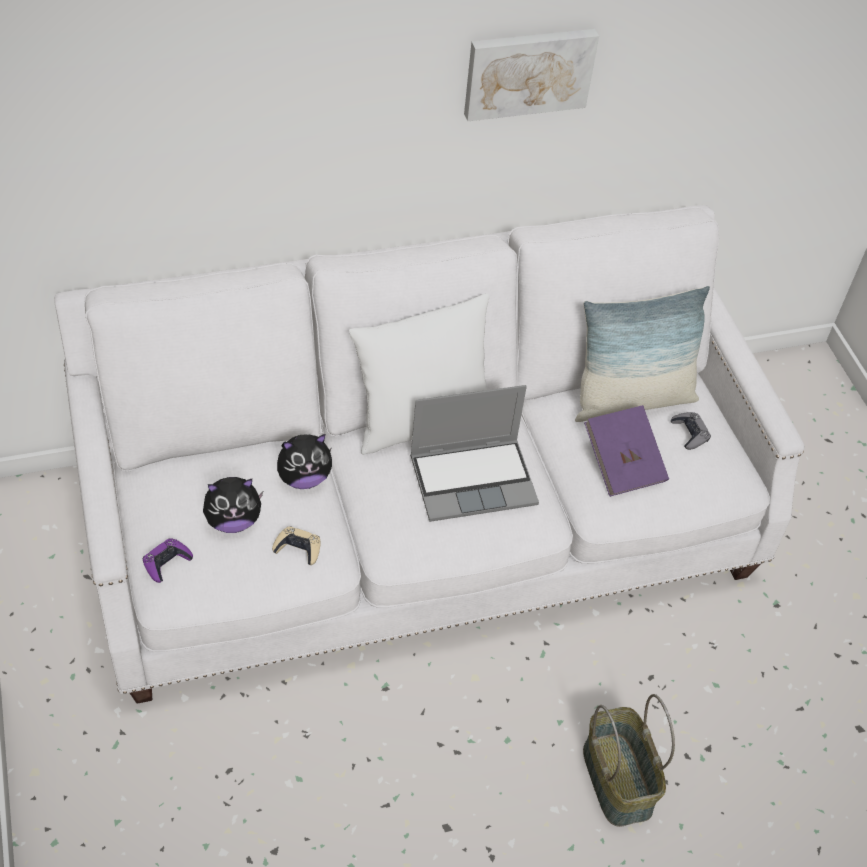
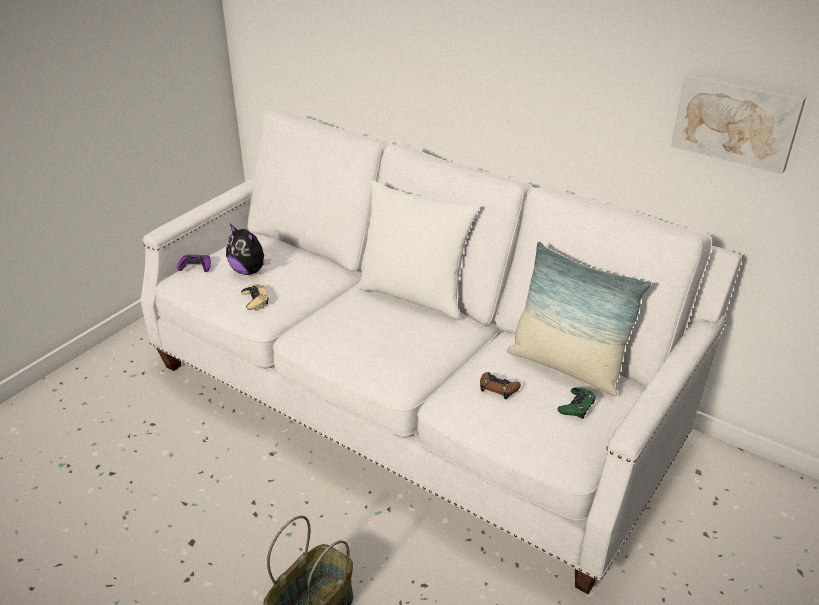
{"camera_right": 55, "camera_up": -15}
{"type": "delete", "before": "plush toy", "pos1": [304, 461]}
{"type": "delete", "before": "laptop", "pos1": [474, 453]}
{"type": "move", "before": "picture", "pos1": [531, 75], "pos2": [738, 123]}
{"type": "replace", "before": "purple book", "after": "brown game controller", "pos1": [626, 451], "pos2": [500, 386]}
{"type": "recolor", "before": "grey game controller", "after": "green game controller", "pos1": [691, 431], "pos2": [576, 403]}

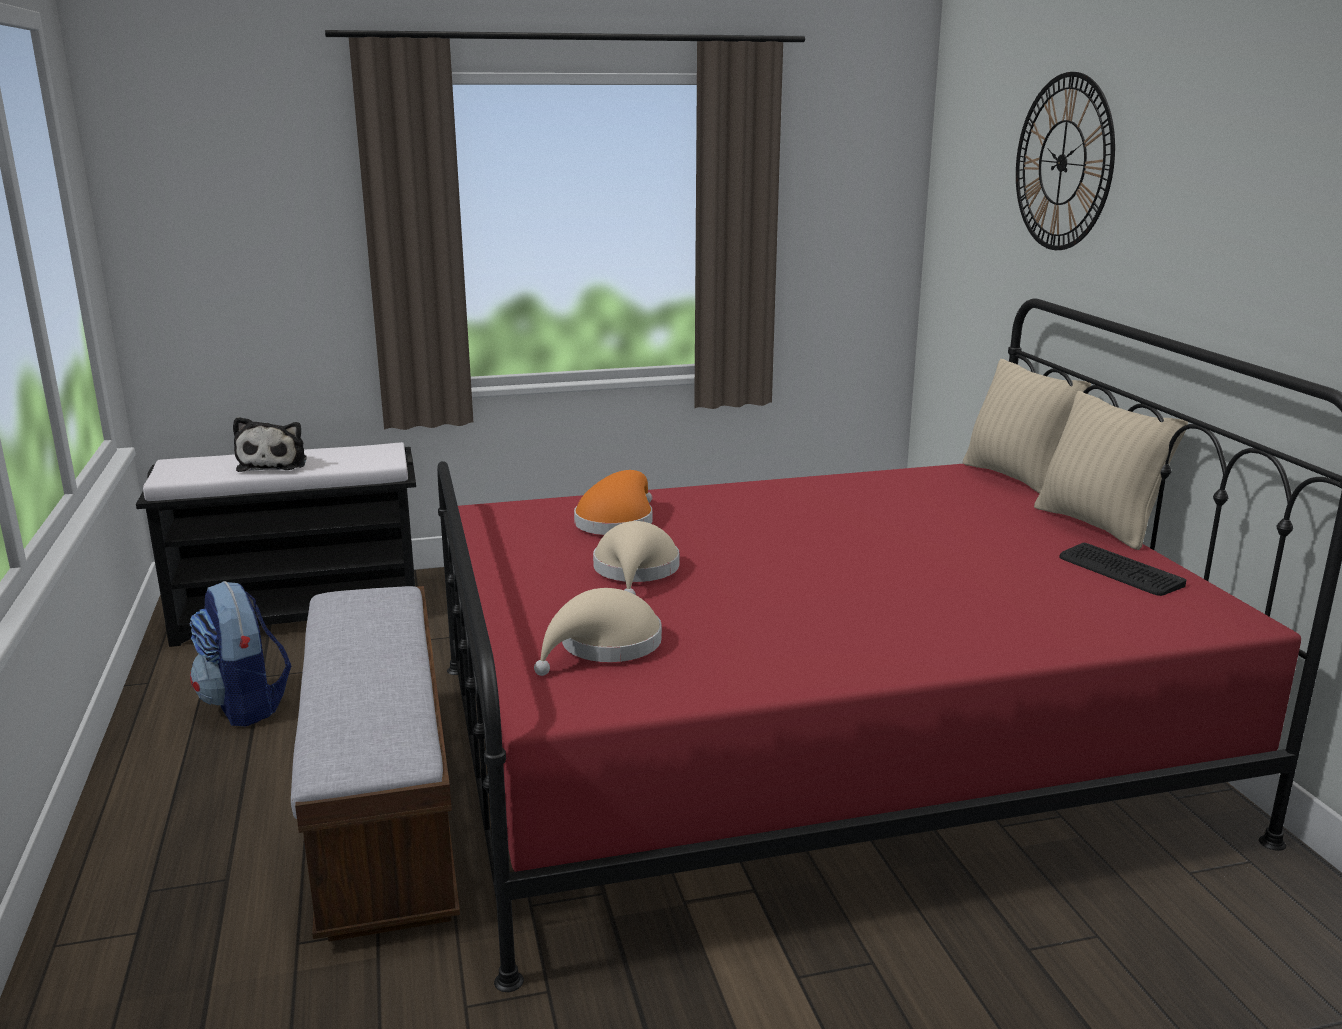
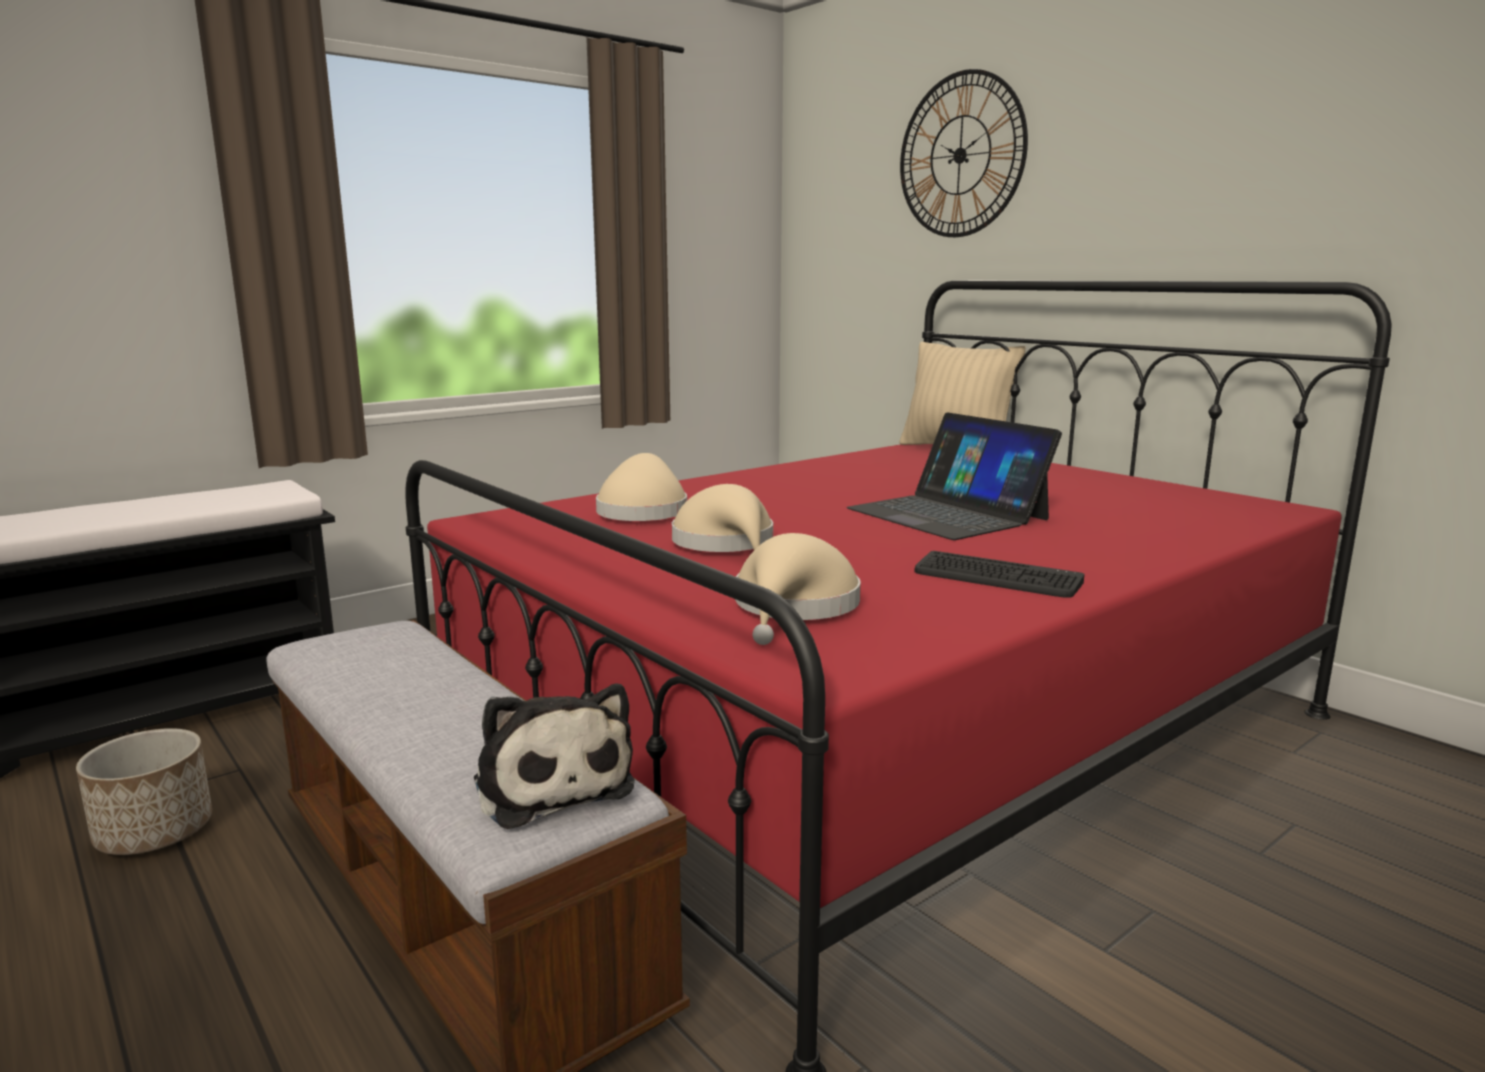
{"camera_right": -25, "camera_up": -5}
{"type": "delete", "before": "beige pillow", "pos1": [1111, 470]}
{"type": "insert", "after": "laptop", "pos2": [954, 476]}
{"type": "move", "before": "plush toy", "pos1": [270, 444], "pos2": [554, 756]}
{"type": "move", "before": "keyboard", "pos1": [1122, 569], "pos2": [999, 574]}
{"type": "replace", "before": "backpack", "after": "planter", "pos1": [240, 653], "pos2": [144, 791]}
{"type": "recolor", "before": "orange hat", "after": "beige hat", "pos1": [613, 502], "pos2": [641, 487]}

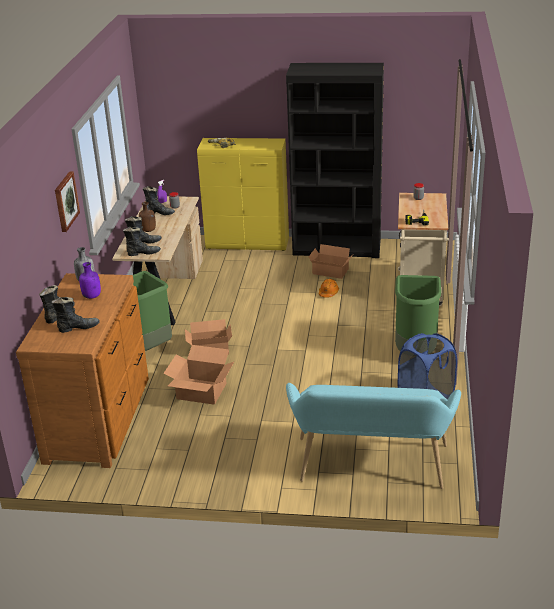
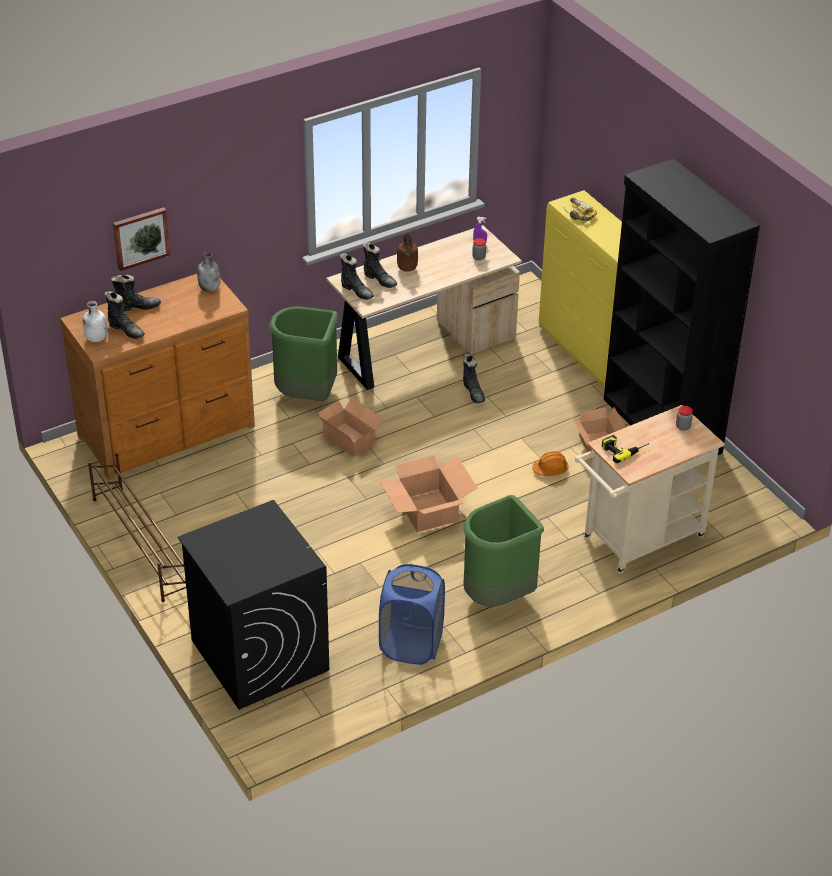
{"camera_right": 50, "camera_up": 10}
{"type": "delete", "before": "purple bottle", "pos1": [90, 280]}
{"type": "insert", "after": "white bottle", "pos2": [95, 321]}
{"type": "insert", "after": "brown shoe rack", "pos2": [137, 527]}
{"type": "move", "before": "picture", "pos1": [67, 201], "pos2": [141, 239]}
{"type": "move", "before": "black boot", "pos1": [159, 200], "pos2": [474, 378]}
{"type": "move", "before": "cardboard box", "pos1": [198, 375], "pos2": [428, 493]}
{"type": "replace", "before": "turquoise bench", "after": "black washing machine", "pos1": [373, 436], "pos2": [253, 605]}

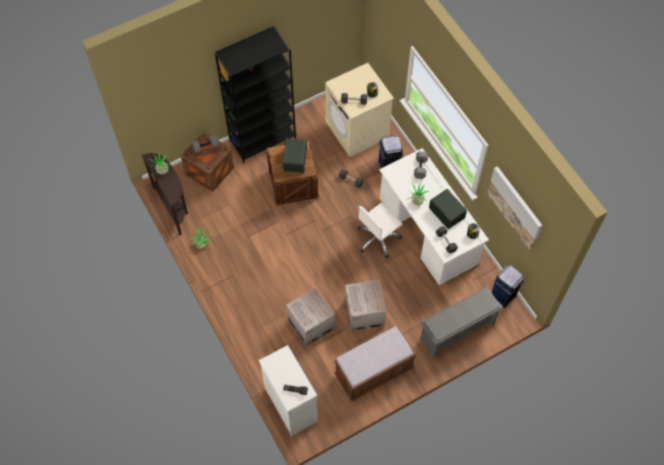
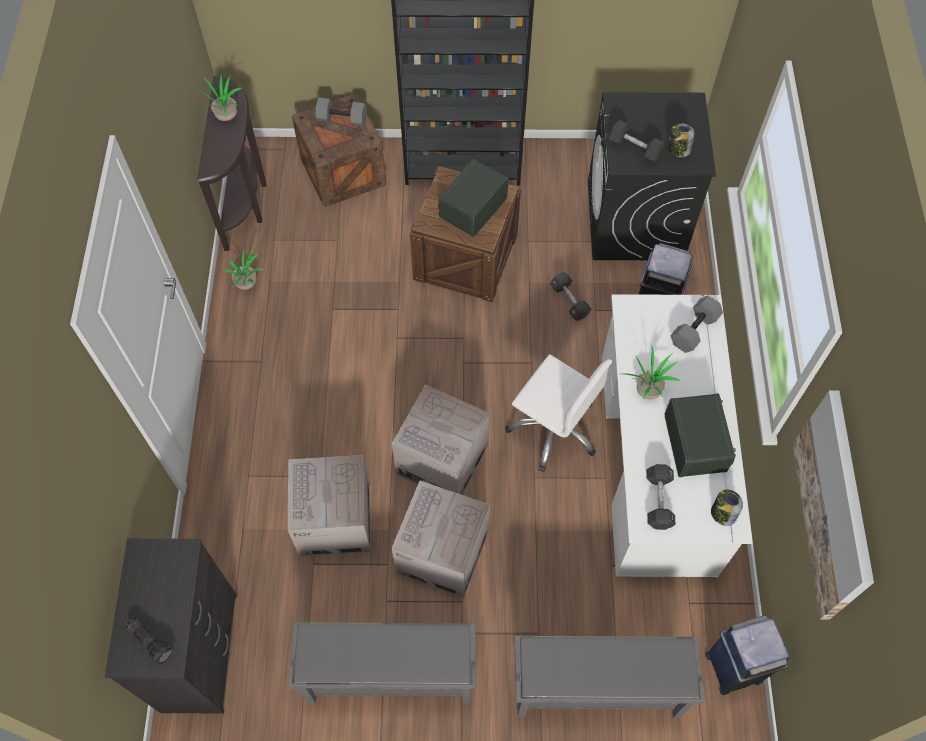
{"camera_right": 30, "camera_up": 0}
{"type": "insert", "after": "cardboard box", "pos2": [441, 440]}
{"type": "replace", "before": "brown bench", "after": "grey shoe rack", "pos1": [375, 364], "pos2": [381, 663]}
{"type": "recolor", "before": "white dresser", "after": "black dresser", "pos1": [288, 390], "pos2": [171, 626]}
{"type": "recolor", "before": "beige washing machine", "after": "black washing machine", "pos1": [359, 110], "pos2": [652, 176]}
{"type": "rotate", "before": "white office chair", "pos1": [380, 230], "pos2": [559, 413], "turn": -135}

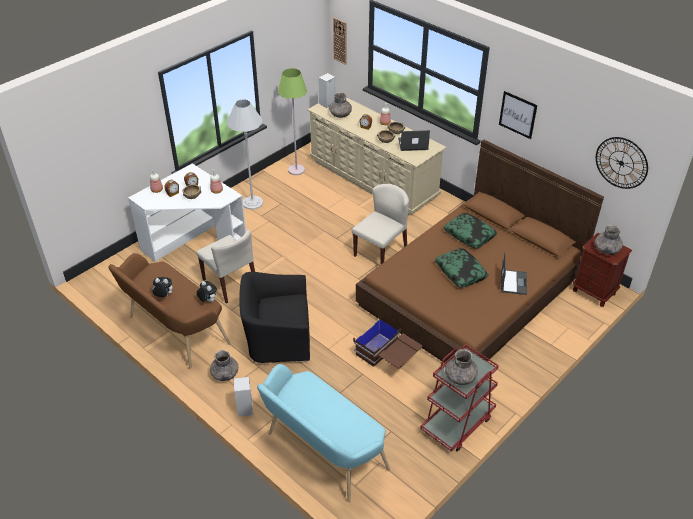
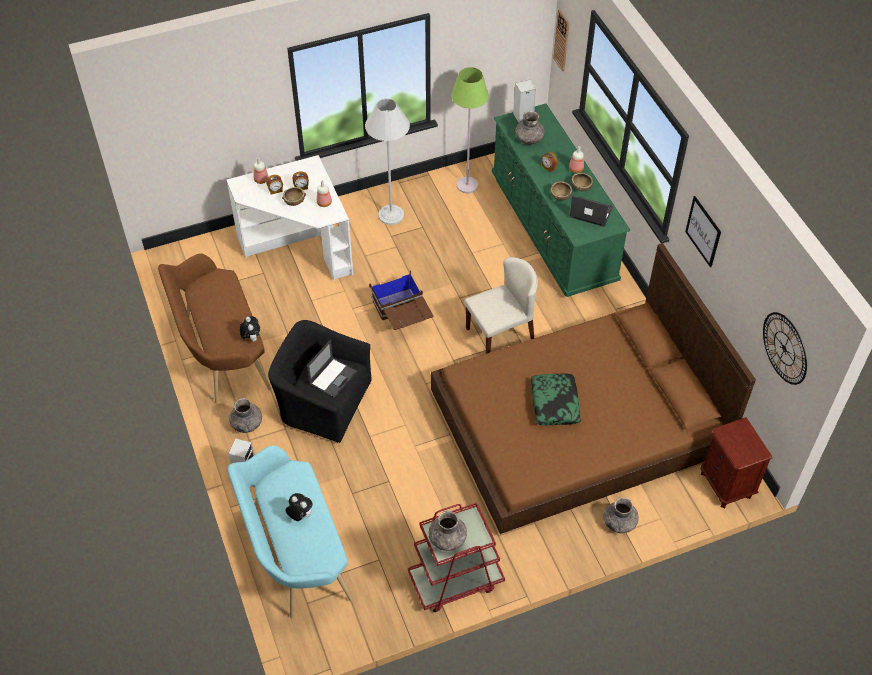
{"camera_right": 25, "camera_up": 10}
{"type": "delete", "before": "beige chair", "pos1": [226, 266]}
{"type": "delete", "before": "pillow", "pos1": [470, 230]}
{"type": "move", "before": "plush toy", "pos1": [162, 287], "pos2": [299, 507]}
{"type": "move", "before": "brown storage box", "pos1": [387, 343], "pos2": [401, 300]}
{"type": "move", "before": "laptop", "pos1": [514, 273], "pos2": [332, 368]}
{"type": "move", "before": "grey vase", "pos1": [609, 240], "pos2": [621, 515]}
{"type": "recolor", "before": "beige dresser", "after": "green dresser", "pos1": [377, 156], "pos2": [561, 200]}

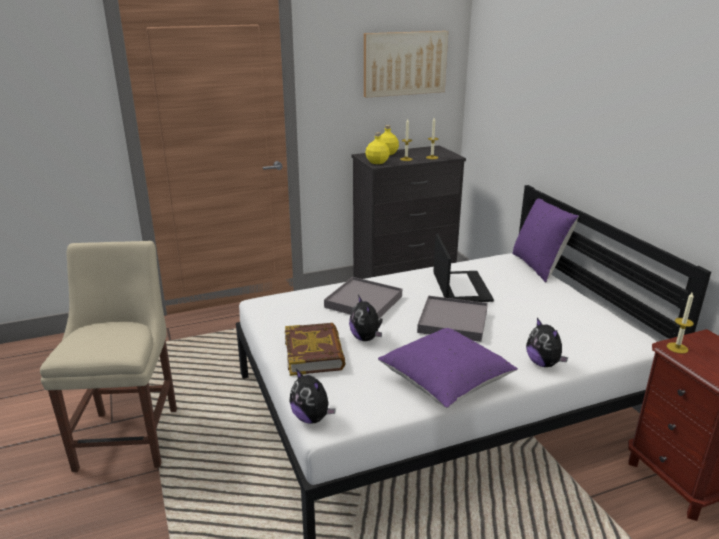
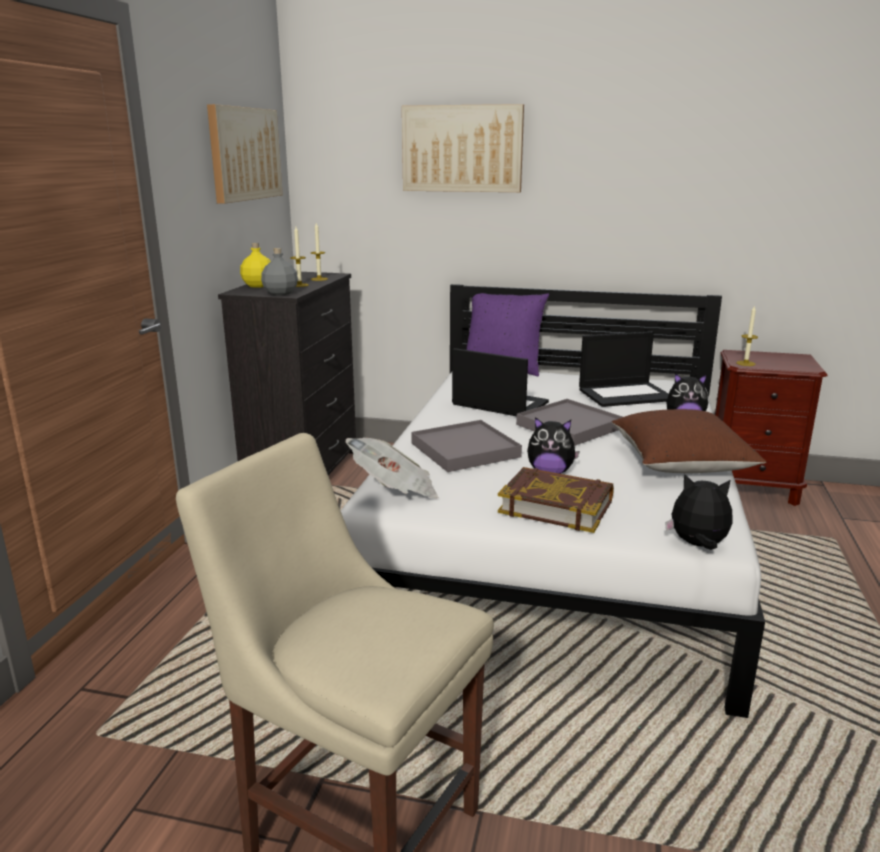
{"camera_right": -55, "camera_up": -5}
{"type": "insert", "after": "newspaper", "pos2": [392, 467]}
{"type": "insert", "after": "picture", "pos2": [463, 148]}
{"type": "insert", "after": "laptop", "pos2": [624, 369]}
{"type": "recolor", "before": "yellow bottle", "after": "grey bottle", "pos1": [377, 148], "pos2": [279, 271]}
{"type": "recolor", "before": "purple pillow", "after": "brown pillow", "pos1": [448, 368], "pos2": [689, 441]}
{"type": "rotate", "before": "plush toy", "pos1": [312, 396], "pos2": [699, 512], "turn": -150}

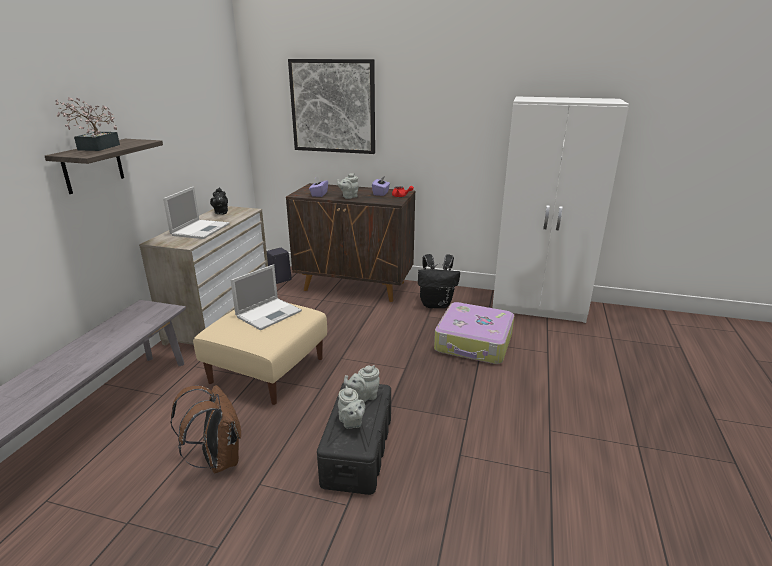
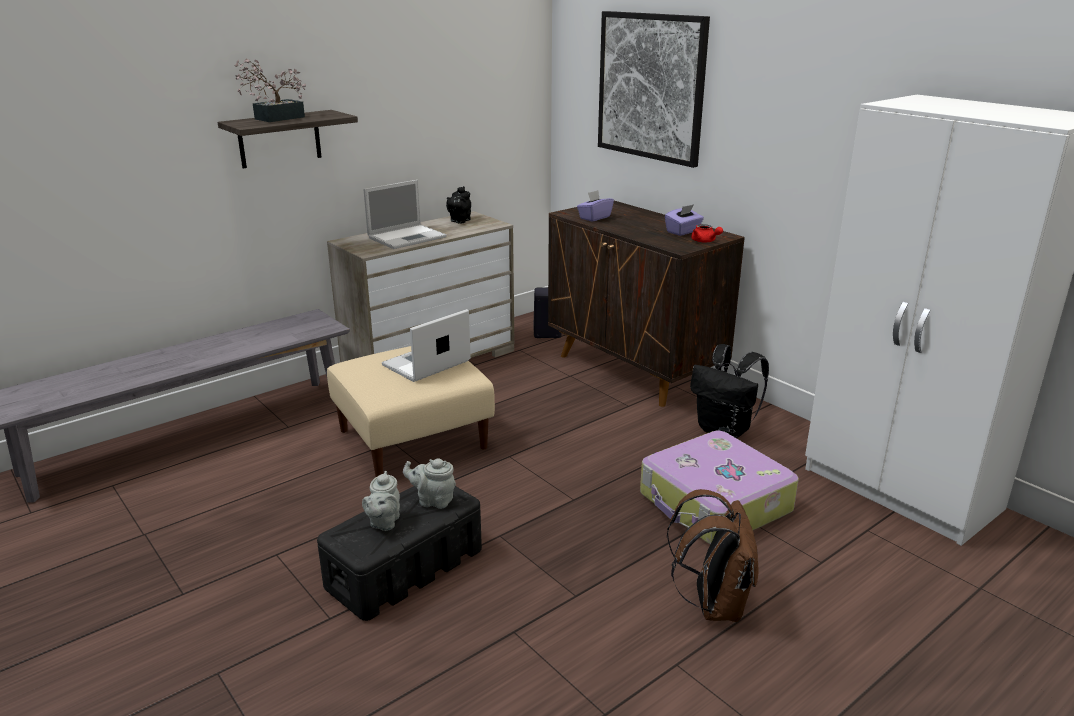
{"camera_right": 35, "camera_up": 0}
{"type": "delete", "before": "grey teapot", "pos1": [348, 186]}
{"type": "move", "before": "brown backpack", "pos1": [205, 429], "pos2": [713, 555]}
{"type": "rotate", "before": "laptop", "pos1": [266, 297], "pos2": [426, 345], "turn": 150}

